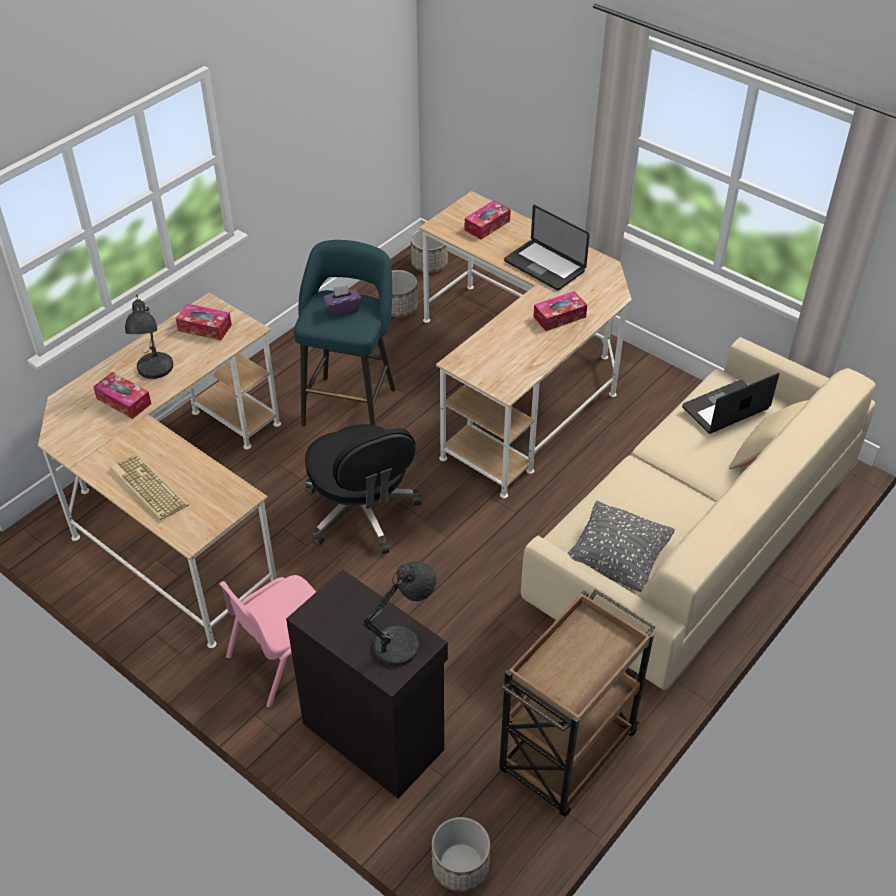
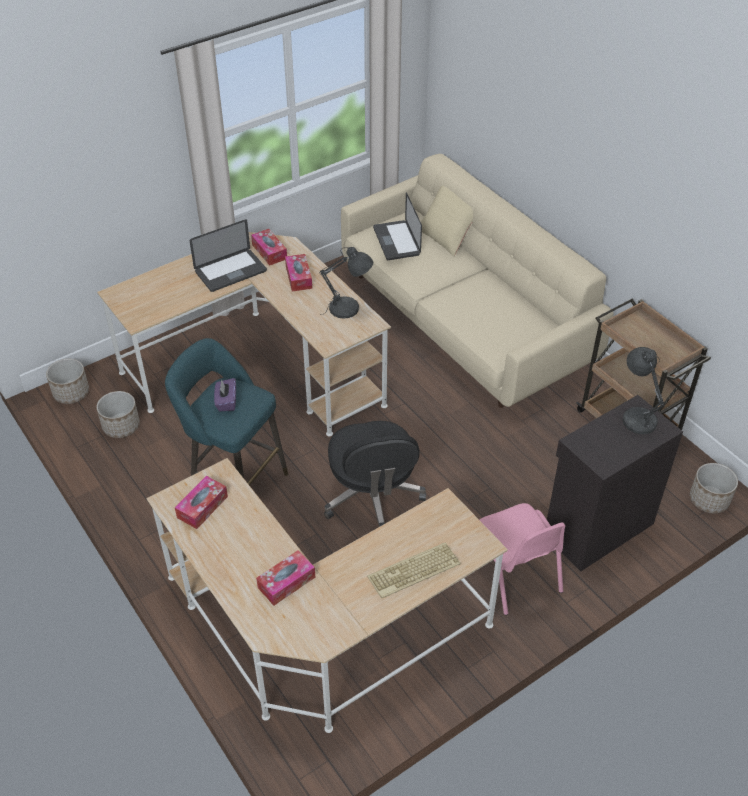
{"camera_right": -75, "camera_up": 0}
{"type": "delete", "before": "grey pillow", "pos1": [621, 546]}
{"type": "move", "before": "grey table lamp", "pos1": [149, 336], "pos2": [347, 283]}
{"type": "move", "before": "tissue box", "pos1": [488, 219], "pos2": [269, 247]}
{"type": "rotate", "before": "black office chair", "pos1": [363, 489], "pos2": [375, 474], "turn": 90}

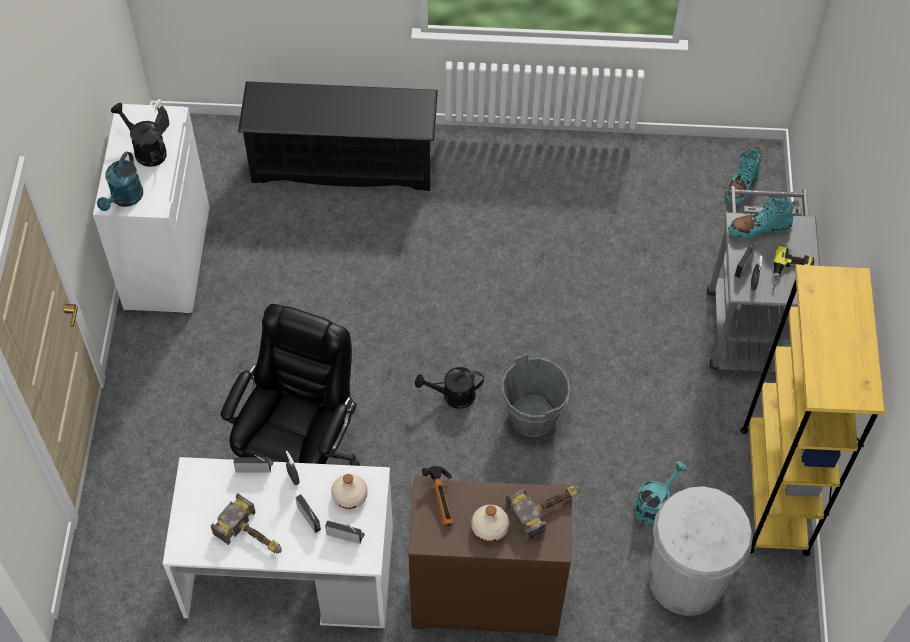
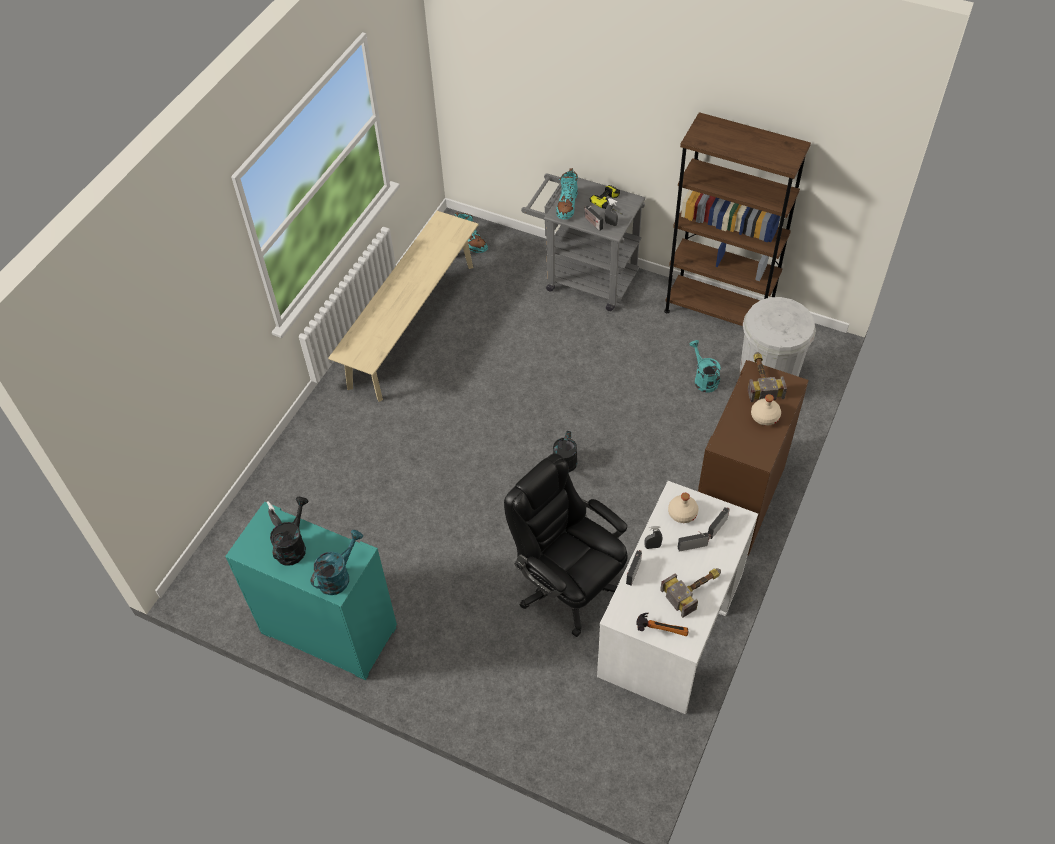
{"camera_right": -65, "camera_up": -5}
{"type": "delete", "before": "black shoe rack", "pos1": [338, 136]}
{"type": "delete", "before": "grey bucket", "pos1": [536, 395]}
{"type": "insert", "after": "beige bench", "pos2": [403, 306]}
{"type": "move", "before": "hammer", "pos1": [437, 496], "pos2": [662, 624]}
{"type": "recolor", "before": "white cabinet", "after": "turquoise cabinet", "pos1": [151, 209], "pos2": [311, 591]}
{"type": "recolor", "before": "yellow bookcase", "after": "brown bookcase", "pos1": [813, 410], "pos2": [737, 219]}
{"type": "rotate", "before": "turquoise watering can", "pos1": [120, 181], "pos2": [337, 562], "turn": -90}
{"type": "rotate", "before": "black watering can", "pos1": [139, 135], "pos2": [289, 531], "turn": 135}

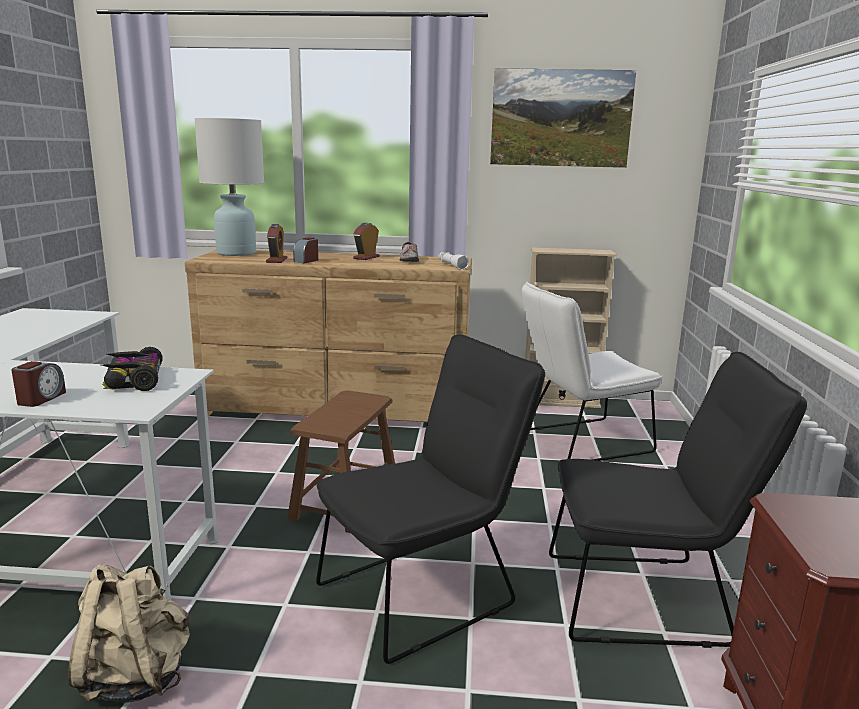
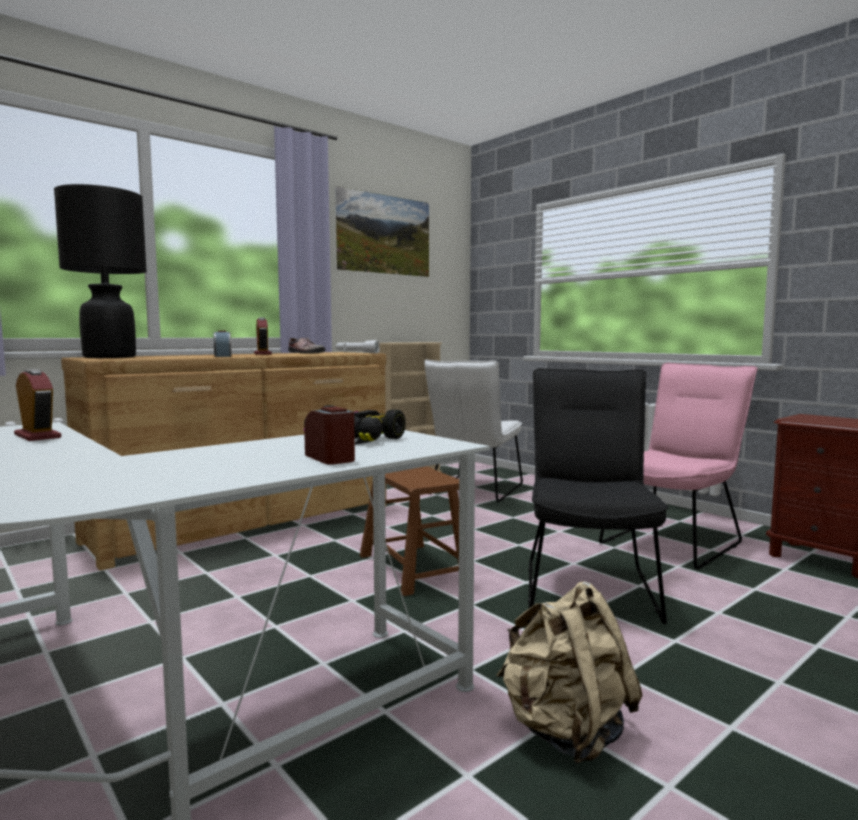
{"camera_right": -45, "camera_up": -10}
{"type": "move", "before": "alarm clock", "pos1": [276, 243], "pos2": [37, 405]}
{"type": "recolor", "before": "white table lamp", "after": "black table lamp", "pos1": [229, 187], "pos2": [100, 271]}
{"type": "recolor", "before": "black chair", "after": "pink chair", "pos1": [678, 500], "pos2": [678, 466]}

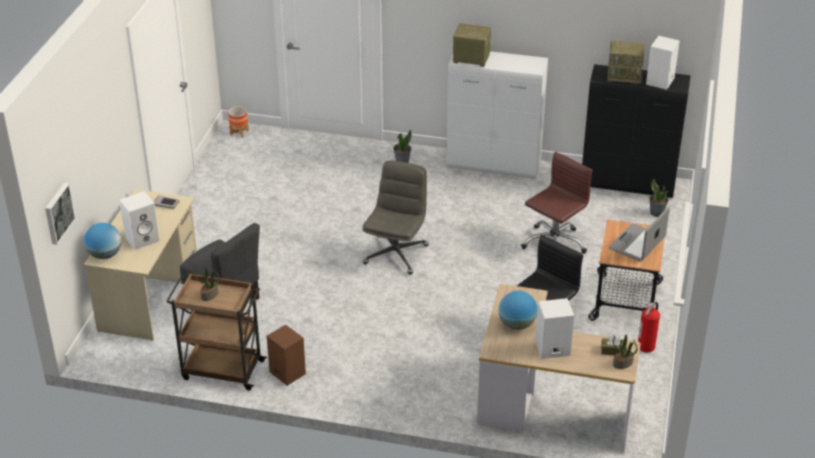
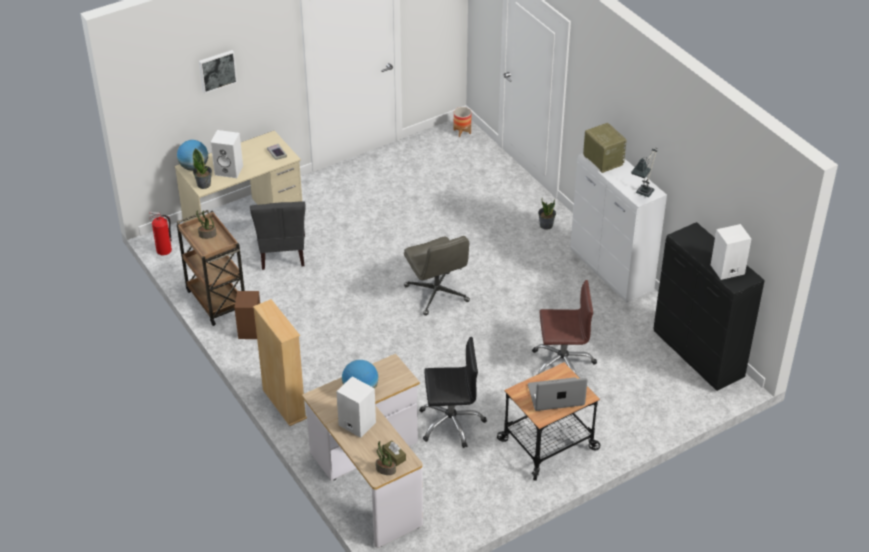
{"camera_right": 45, "camera_up": 5}
{"type": "delete", "before": "radio", "pos1": [626, 62]}
{"type": "insert", "after": "beige bookcase", "pos2": [280, 362]}
{"type": "insert", "after": "table lamp", "pos2": [644, 172]}
{"type": "move", "before": "picture", "pos1": [60, 214], "pos2": [218, 72]}
{"type": "move", "before": "fire extinguisher", "pos1": [649, 327], "pos2": [160, 233]}
{"type": "move", "before": "potted plant", "pos1": [658, 197], "pos2": [202, 168]}
{"type": "rotate", "before": "grey office chair", "pos1": [395, 217], "pos2": [437, 276], "turn": 90}

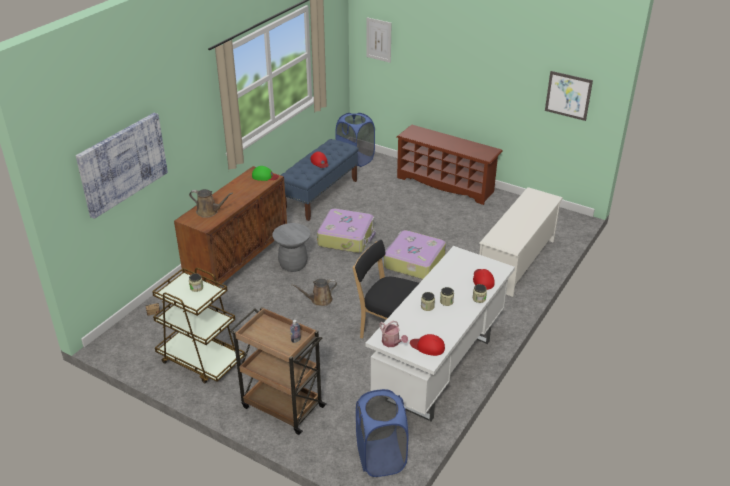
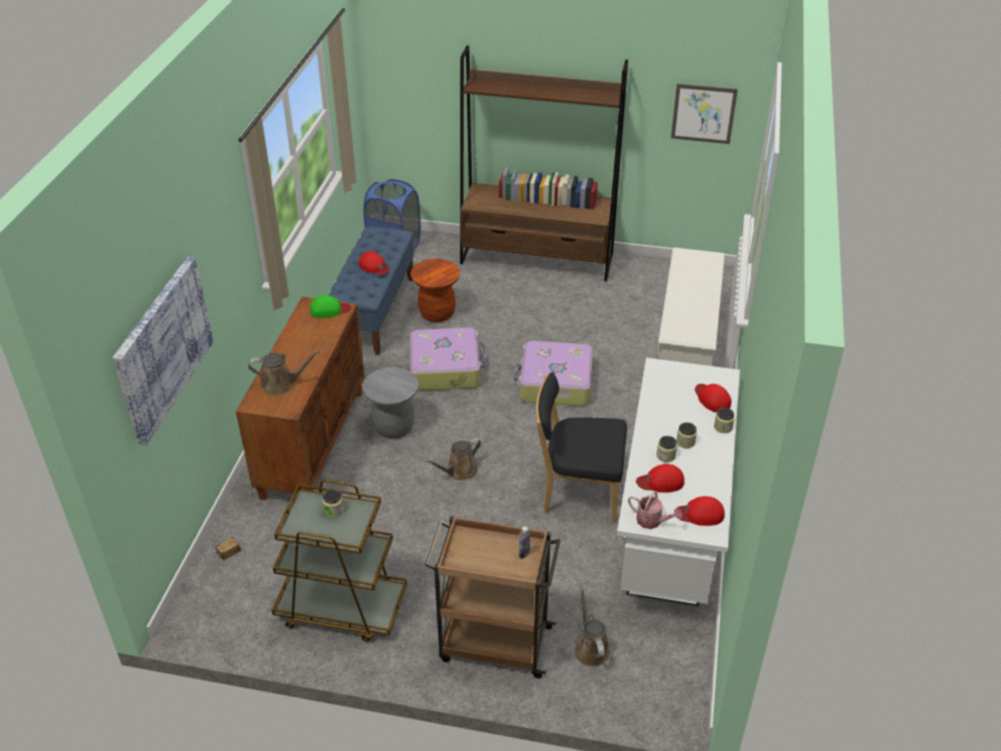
{"camera_right": -20, "camera_up": 5}
{"type": "delete", "before": "blue laundry basket", "pos1": [382, 433]}
{"type": "delete", "before": "picture", "pos1": [379, 40]}
{"type": "insert", "after": "brown stool", "pos2": [435, 290]}
{"type": "insert", "after": "brown watering can", "pos2": [592, 625]}
{"type": "insert", "after": "red cap", "pos2": [660, 478]}
{"type": "replace", "before": "brown shoe rack", "after": "brown bookcase", "pos1": [450, 165], "pos2": [544, 164]}

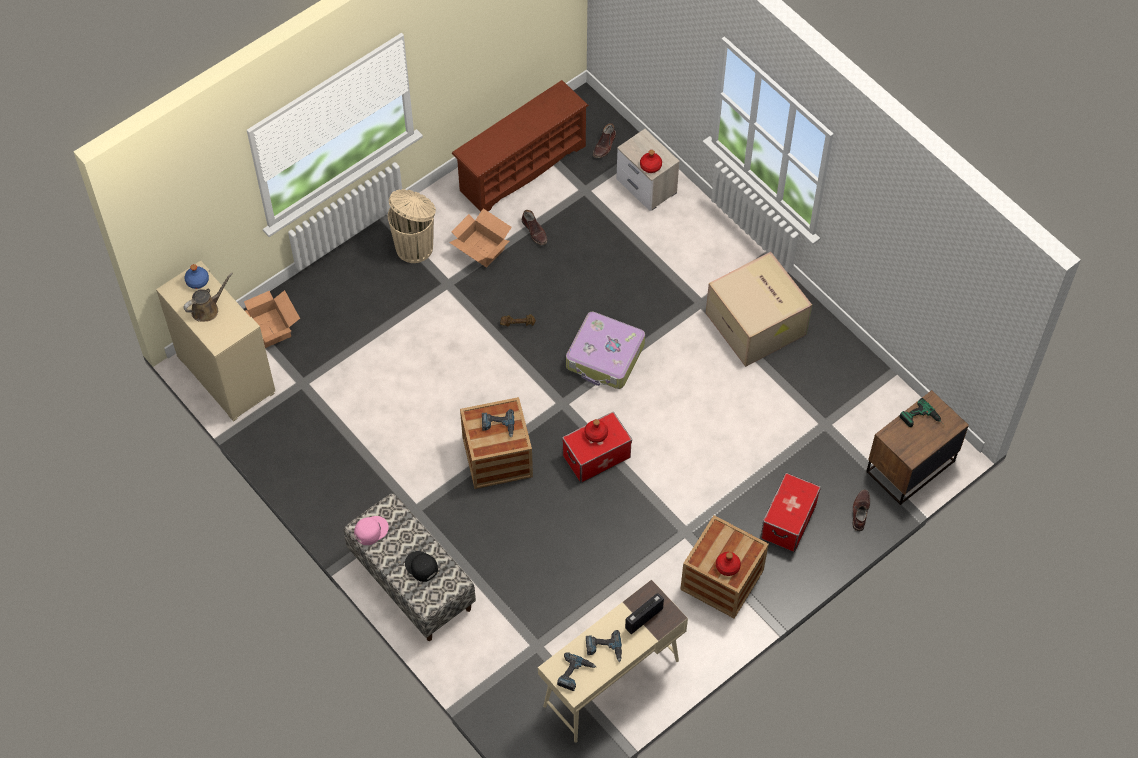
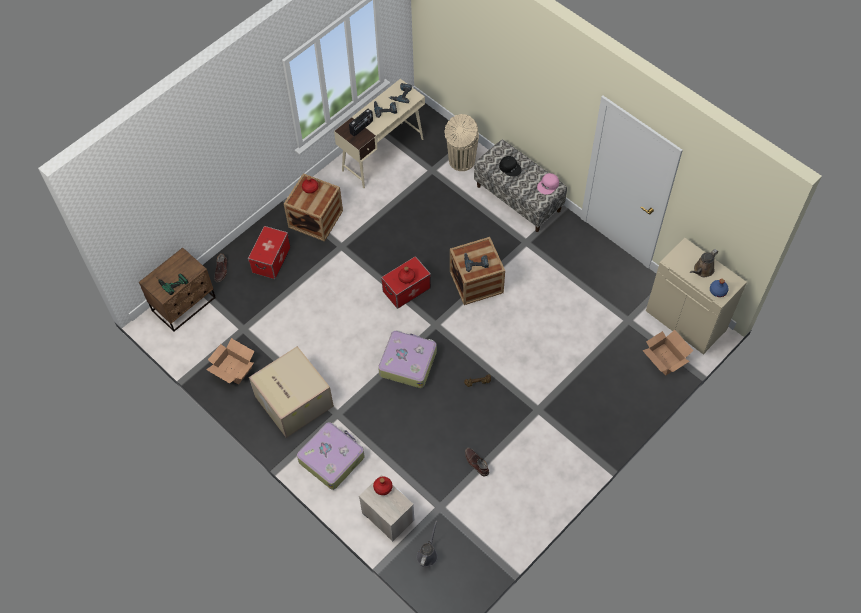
{"camera_right": 175, "camera_up": 0}
{"type": "delete", "before": "brown shoe rack", "pos1": [520, 145]}
{"type": "insert", "after": "suitcase", "pos2": [331, 456]}
{"type": "move", "before": "beige trash can", "pos1": [412, 226], "pos2": [461, 142]}
{"type": "move", "before": "cardboard box", "pos1": [480, 238], "pos2": [230, 361]}
{"type": "replace", "before": "brown boot", "after": "grey watering can", "pos1": [604, 140], "pos2": [427, 544]}

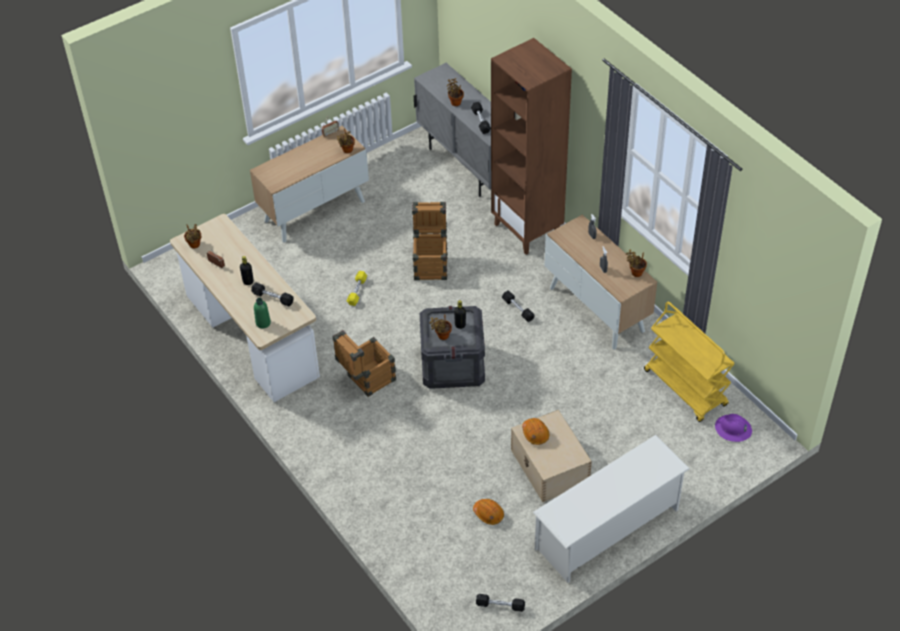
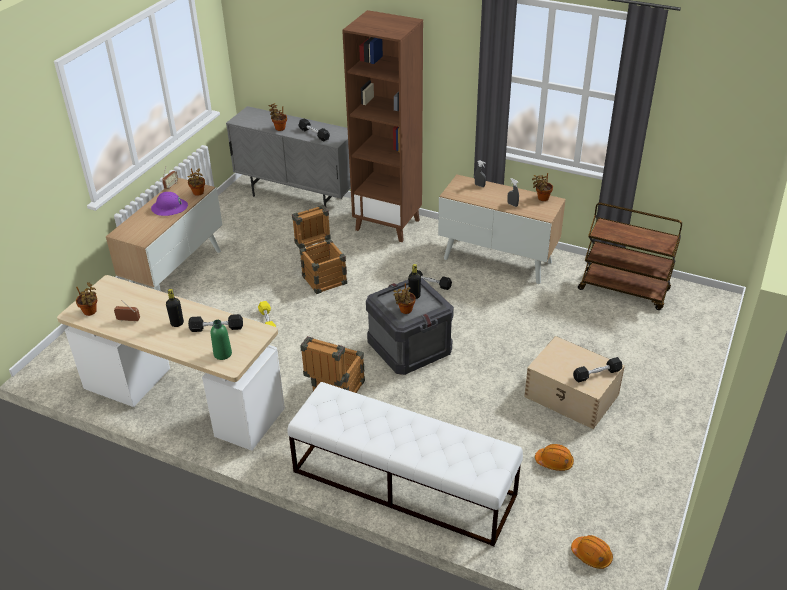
{"camera_right": -30, "camera_up": -10}
{"type": "delete", "before": "white shoe rack", "pos1": [611, 509]}
{"type": "insert", "after": "white bench", "pos2": [405, 464]}
{"type": "move", "before": "black dumbbell", "pos1": [500, 603], "pos2": [597, 369]}
{"type": "move", "before": "orange hard hat", "pos1": [536, 431], "pos2": [592, 552]}
{"type": "move", "before": "purple hard hat", "pos1": [733, 428], "pos2": [169, 204]}
{"type": "recolor", "before": "yellow cart", "after": "brown cart", "pos1": [689, 362], "pos2": [630, 256]}

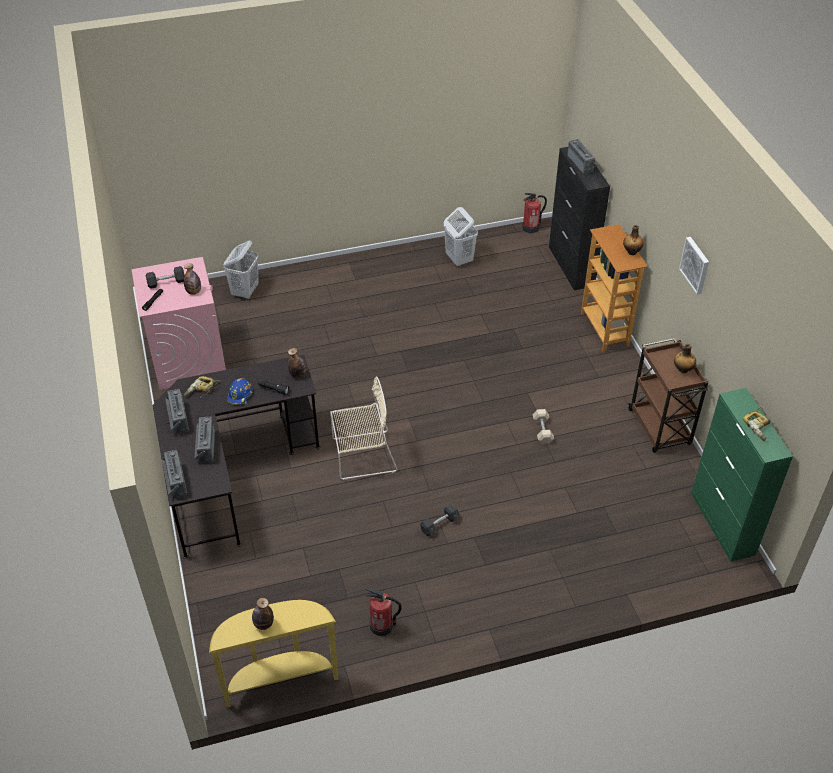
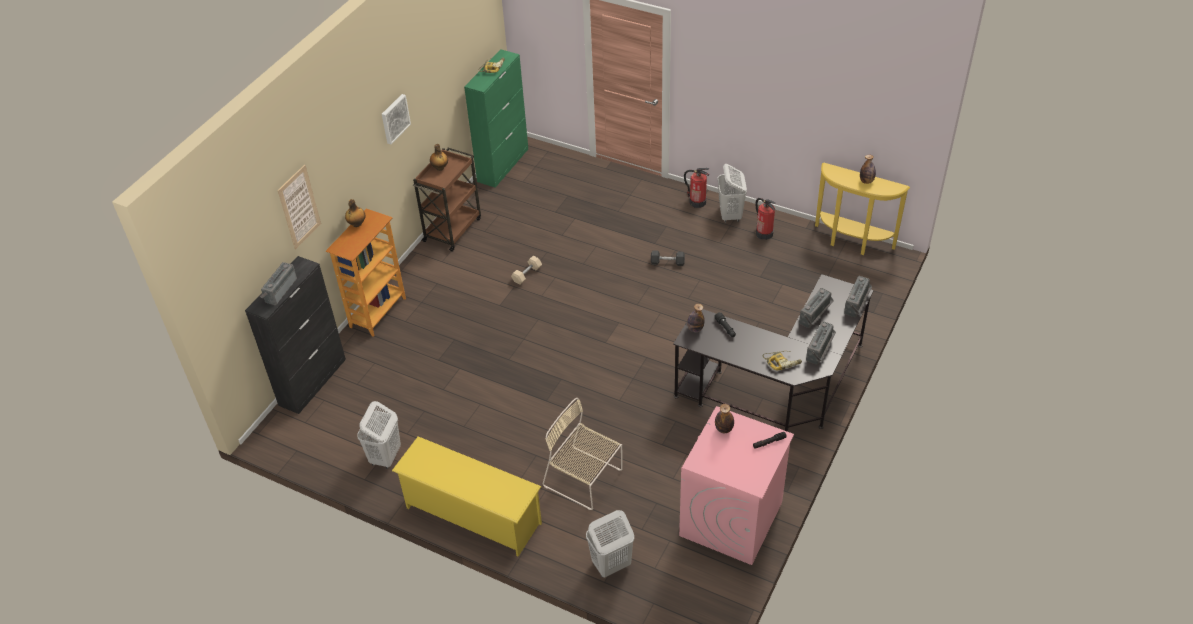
{"camera_right": -135, "camera_up": 0}
{"type": "delete", "before": "grey dumbbell", "pos1": [165, 277]}
{"type": "delete", "before": "blue hard hat", "pos1": [240, 391]}
{"type": "insert", "after": "picture", "pos2": [299, 207]}
{"type": "insert", "after": "yellow shoe rack", "pos2": [467, 496]}
{"type": "insert", "after": "white laundry basket", "pos2": [732, 193]}
{"type": "move", "before": "beige chair", "pos1": [363, 428], "pos2": [582, 454]}
{"type": "move", "before": "fire extinguisher", "pos1": [534, 213], "pos2": [696, 188]}

